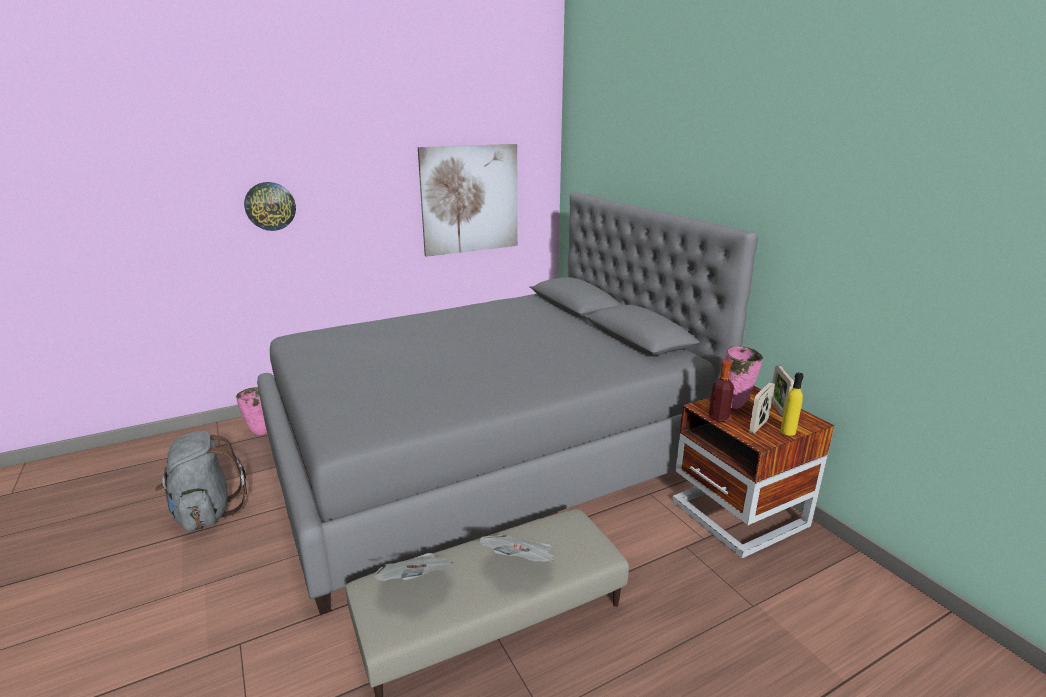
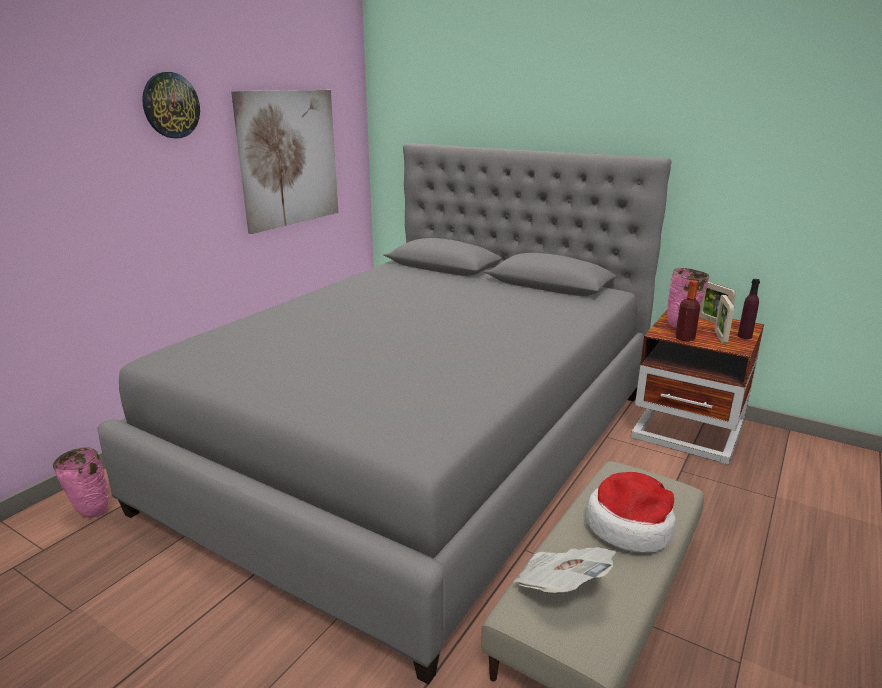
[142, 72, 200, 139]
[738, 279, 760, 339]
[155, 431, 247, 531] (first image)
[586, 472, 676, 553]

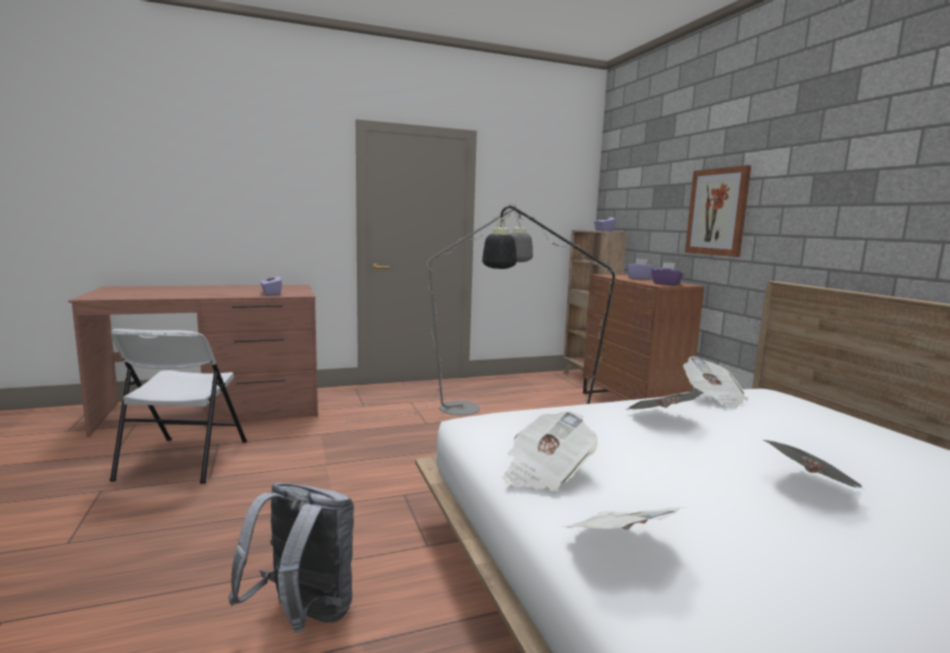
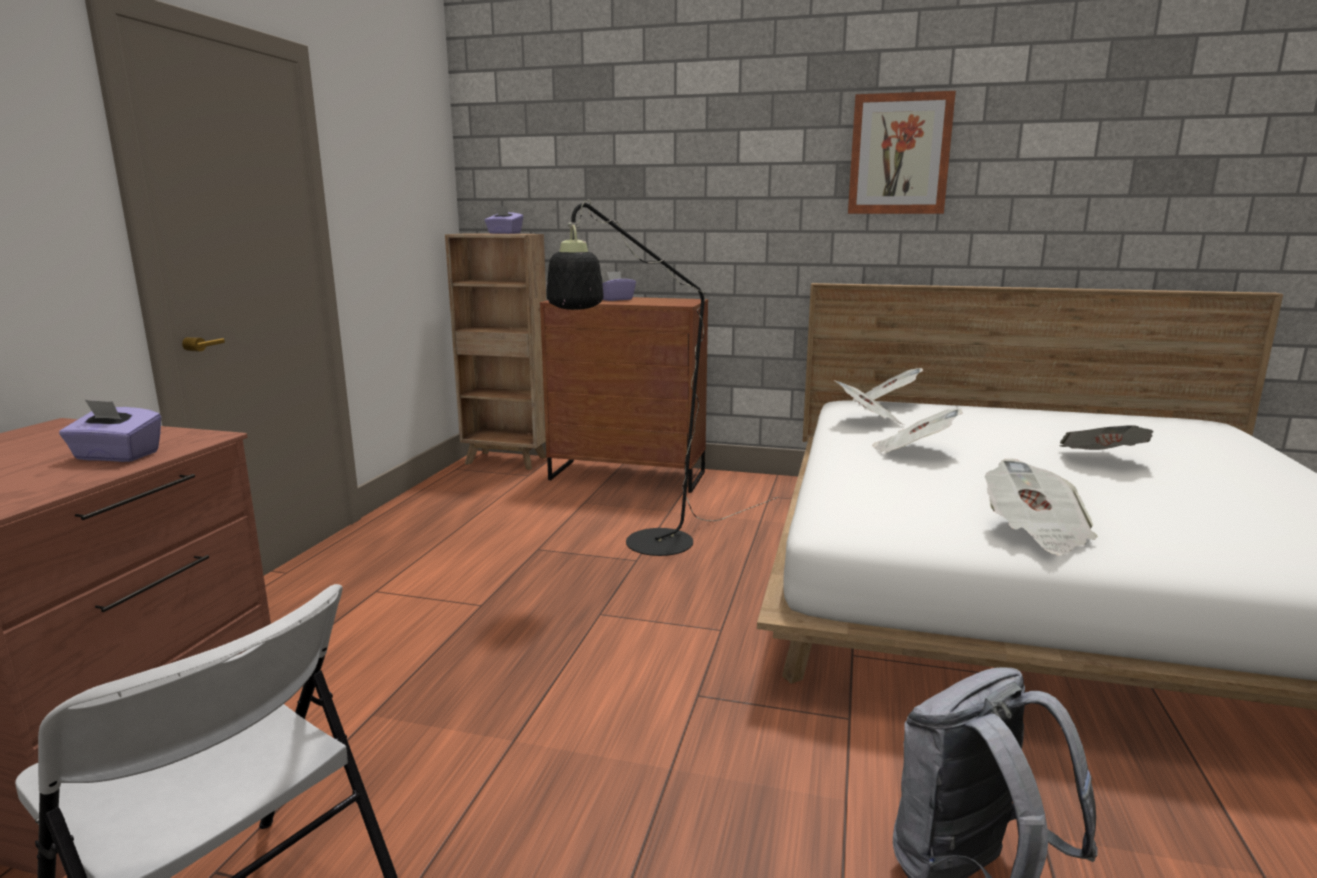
[848, 91, 956, 214]
[345, 208, 533, 422] (first image)
[652, 262, 683, 285] (first image)
[852, 368, 923, 402]

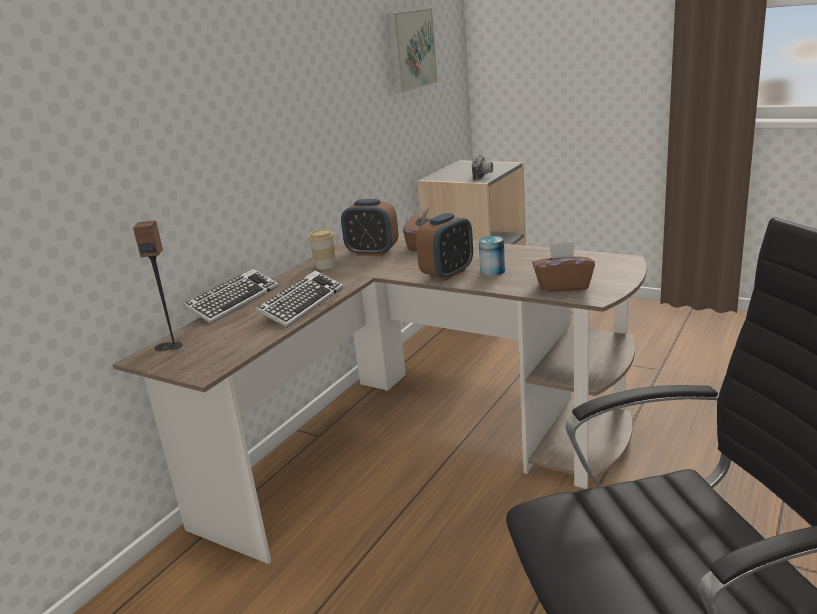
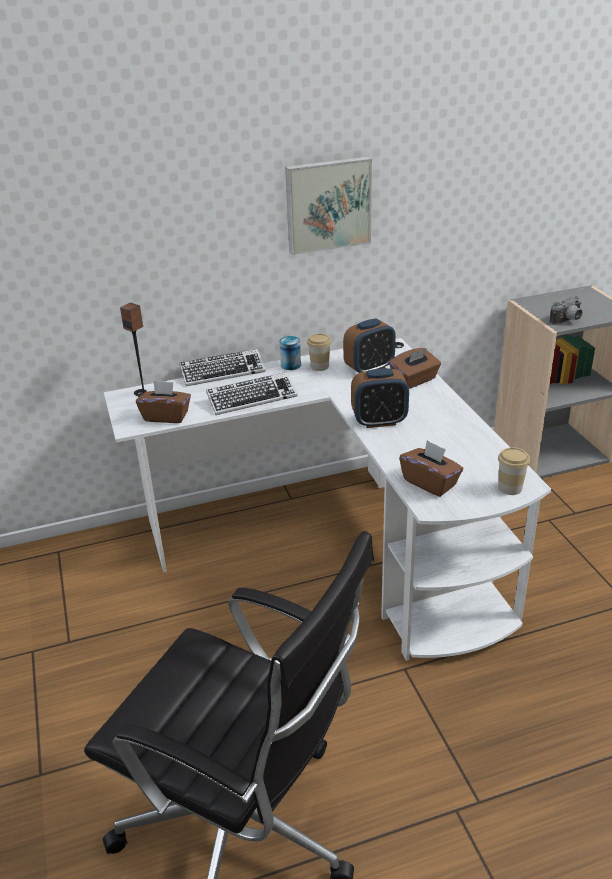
[285, 156, 372, 255]
[343, 319, 396, 373]
[104, 338, 551, 661]
[279, 336, 301, 370]
[136, 381, 191, 423]
[498, 447, 530, 495]

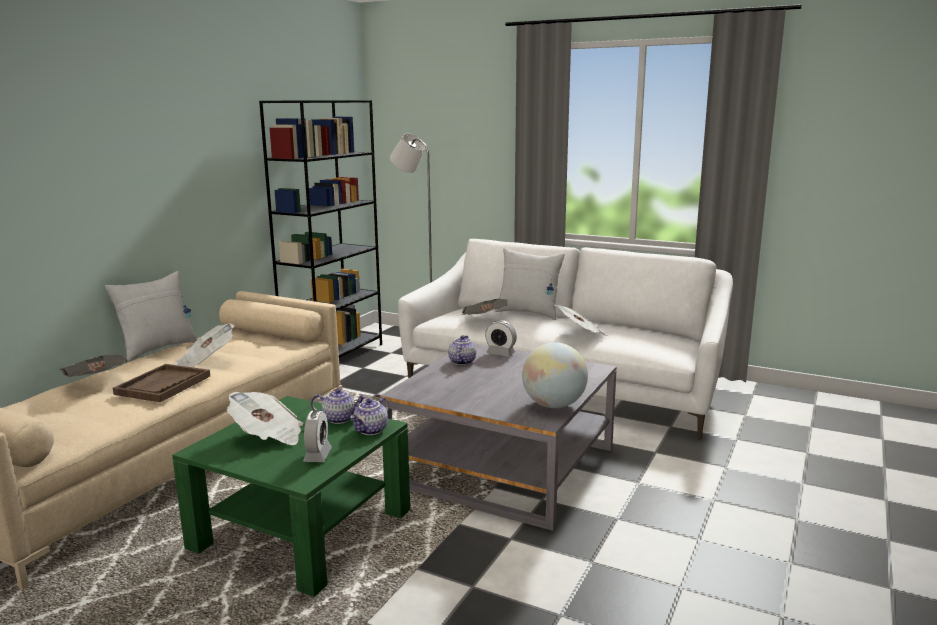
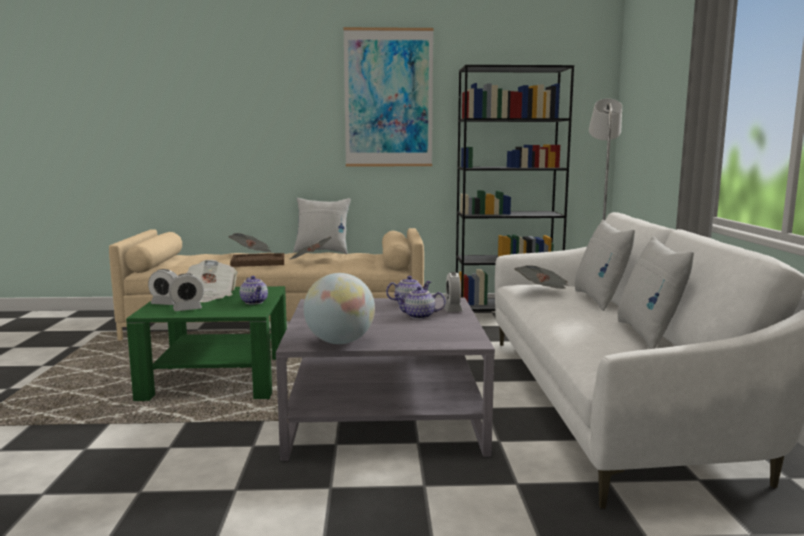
[555, 305, 607, 336] (first image)
[393, 286, 446, 319]
[343, 27, 433, 166]
[618, 236, 694, 349]
[148, 269, 177, 305]

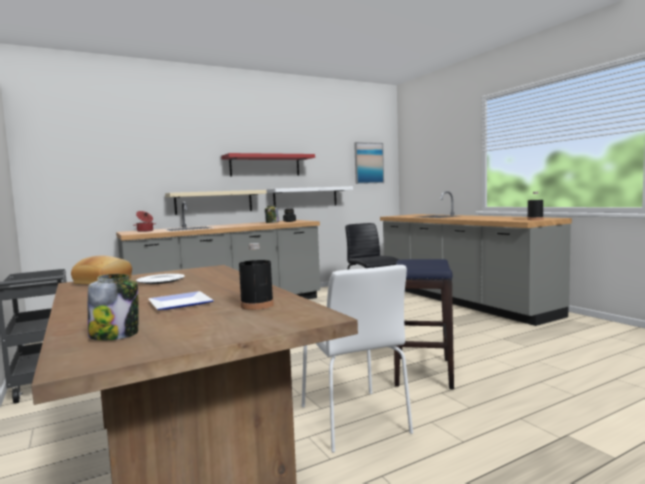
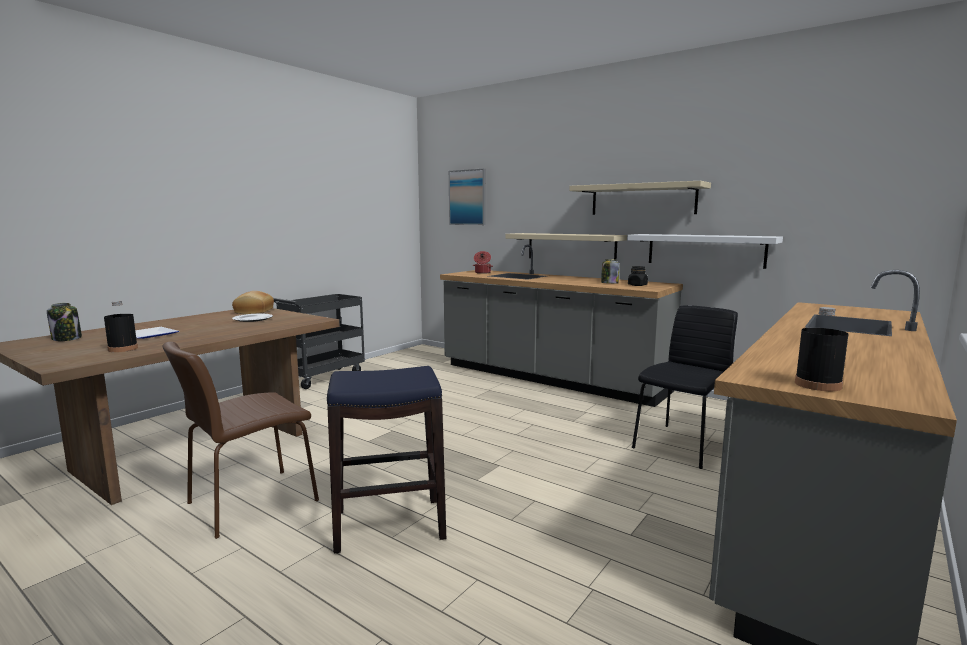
[449, 169, 486, 225]
[569, 181, 711, 215]
[163, 342, 319, 539]

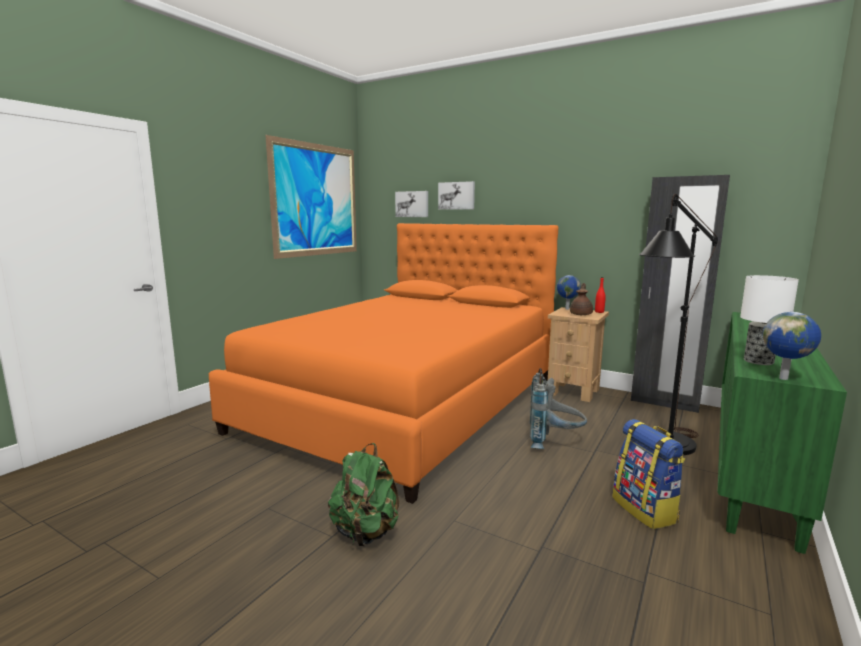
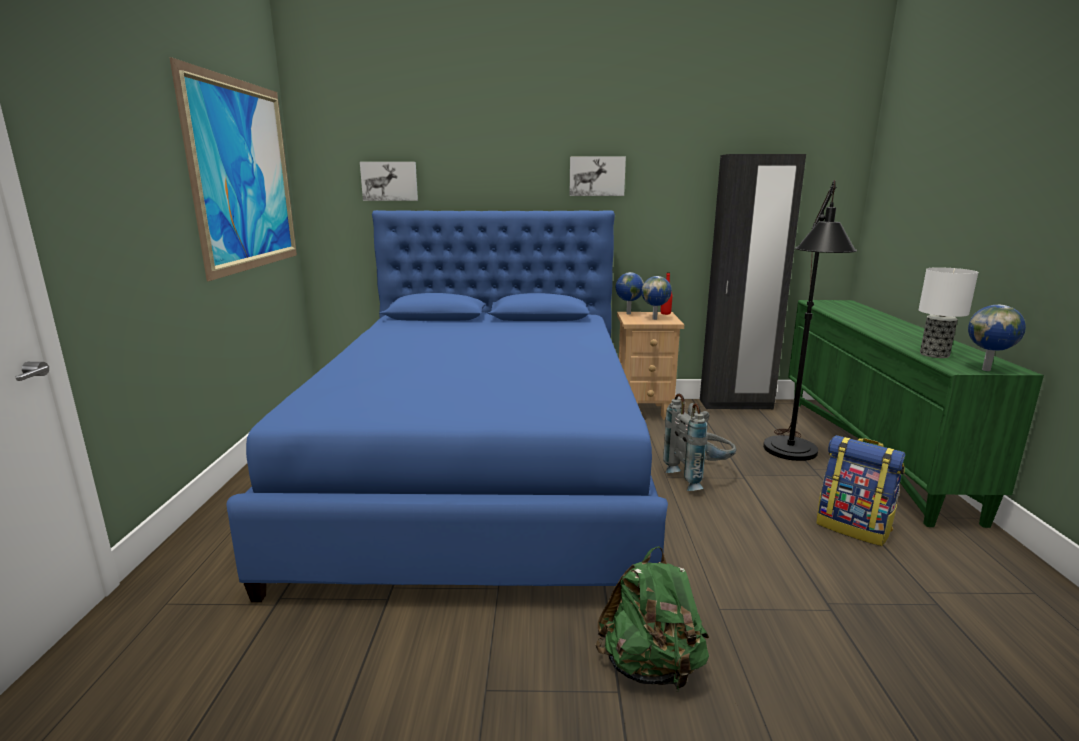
[569, 157, 626, 196]
[226, 210, 668, 602]
[641, 276, 672, 320]

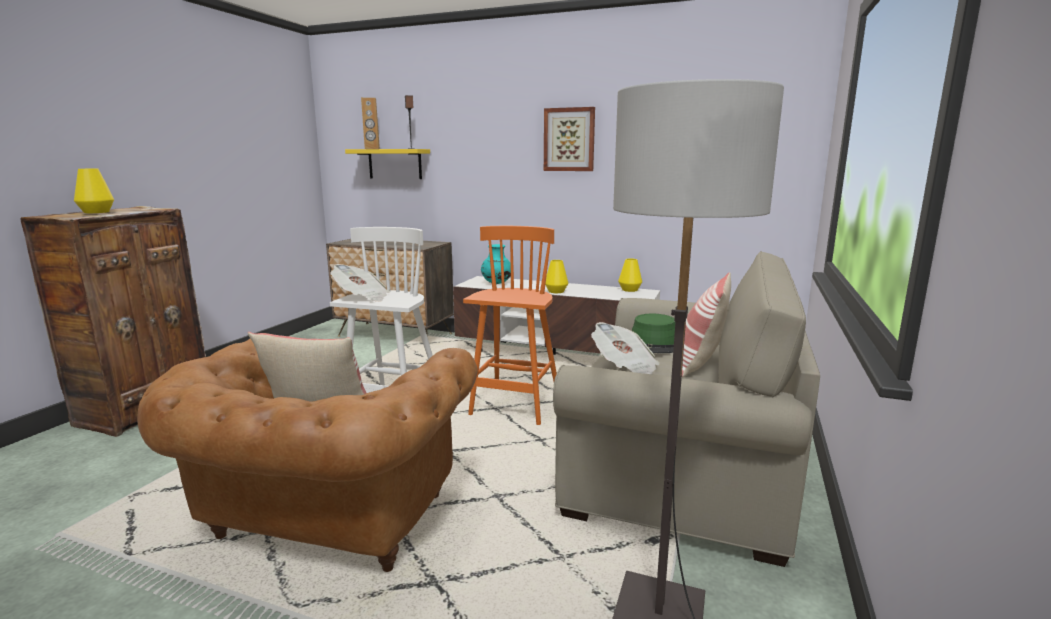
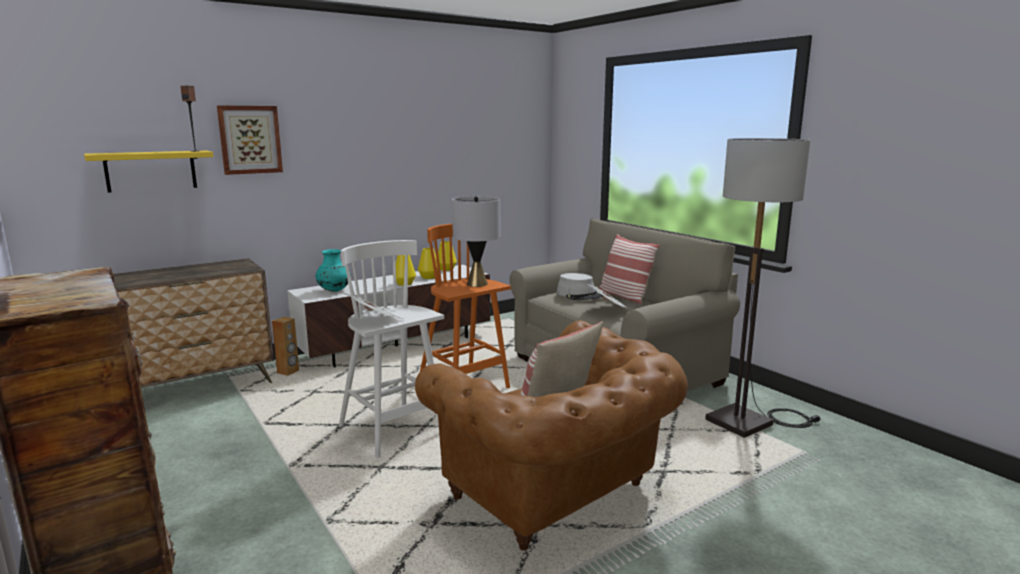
[272, 317, 299, 376]
[217, 105, 283, 175]
[418, 248, 438, 279]
[557, 273, 603, 300]
[452, 196, 500, 287]

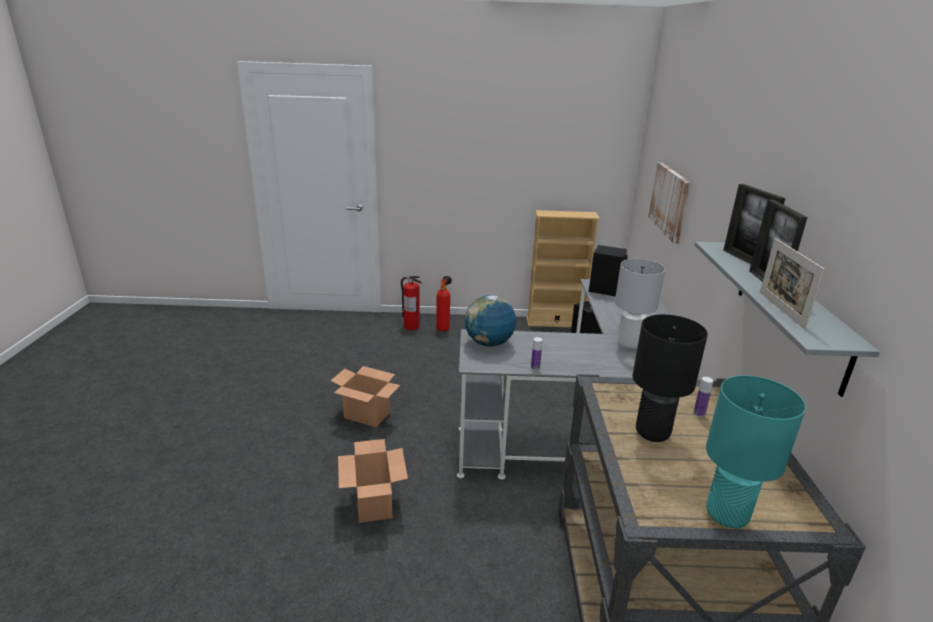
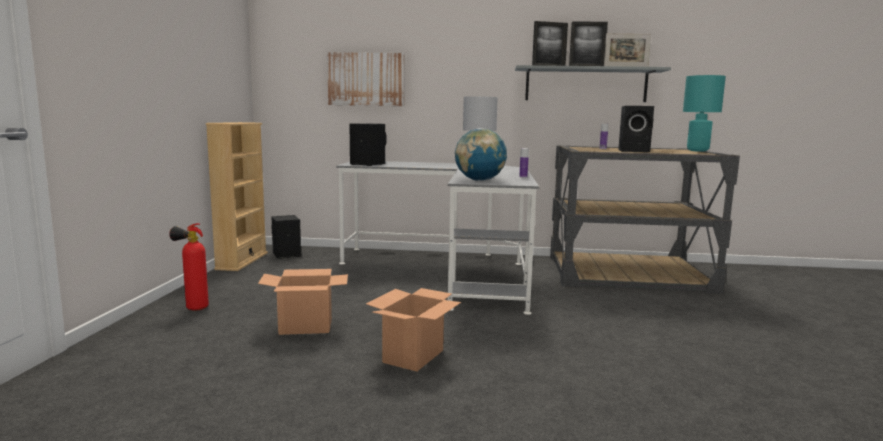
[401, 276, 422, 330] (first image)
[618, 106, 654, 153]
[258, 269, 348, 335]

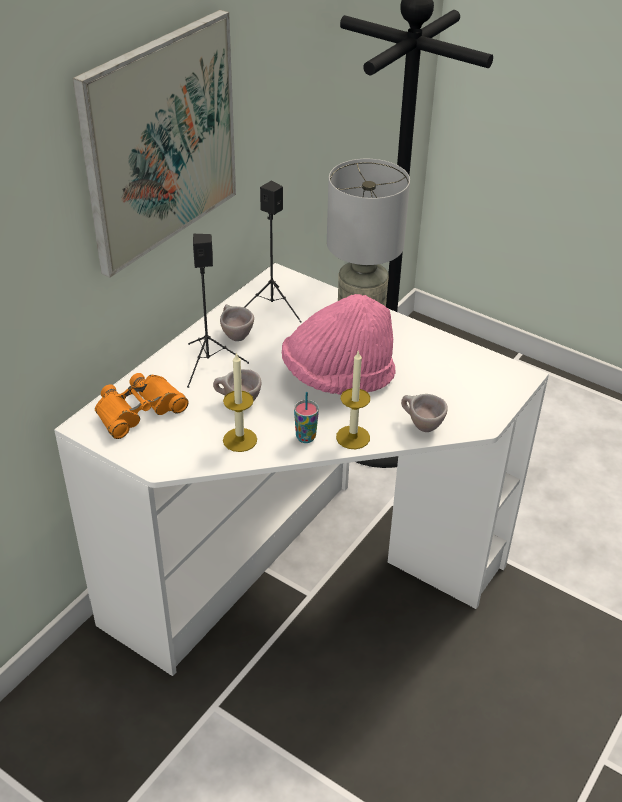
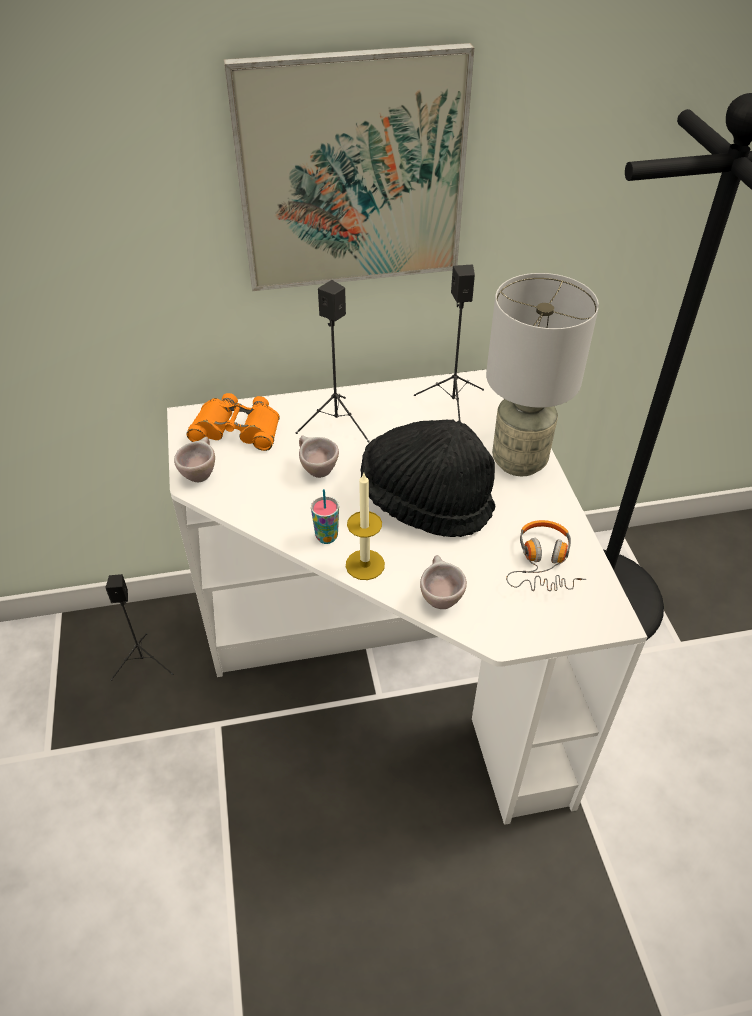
[360, 419, 495, 537]
[174, 437, 215, 482]
[223, 352, 257, 452] (first image)
[506, 520, 586, 591]
[105, 574, 173, 681]

